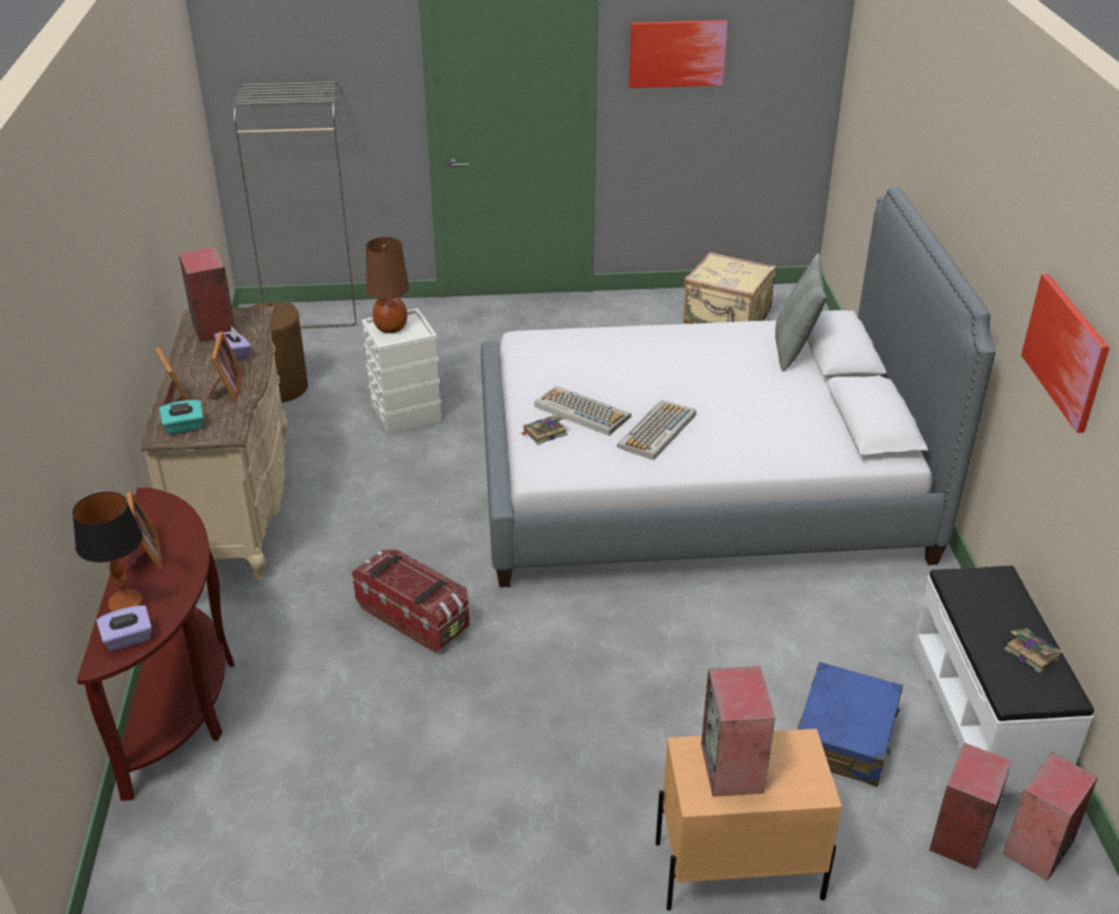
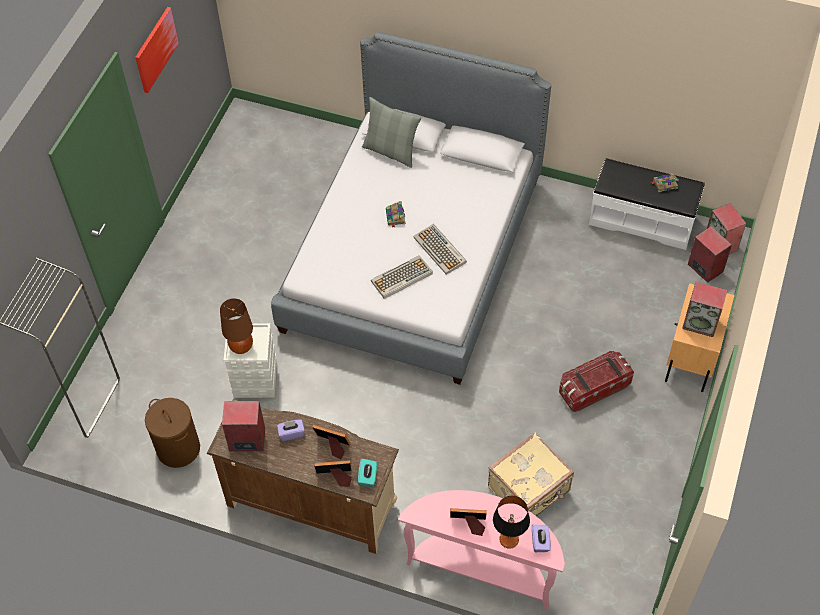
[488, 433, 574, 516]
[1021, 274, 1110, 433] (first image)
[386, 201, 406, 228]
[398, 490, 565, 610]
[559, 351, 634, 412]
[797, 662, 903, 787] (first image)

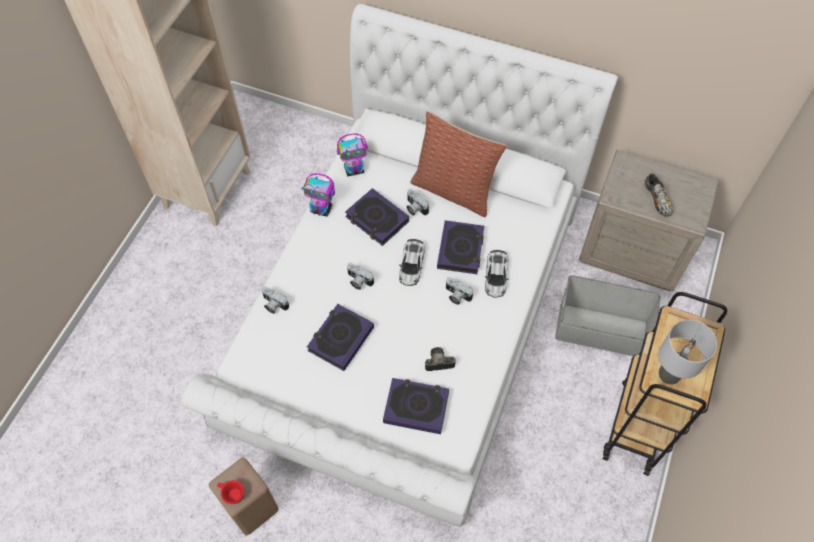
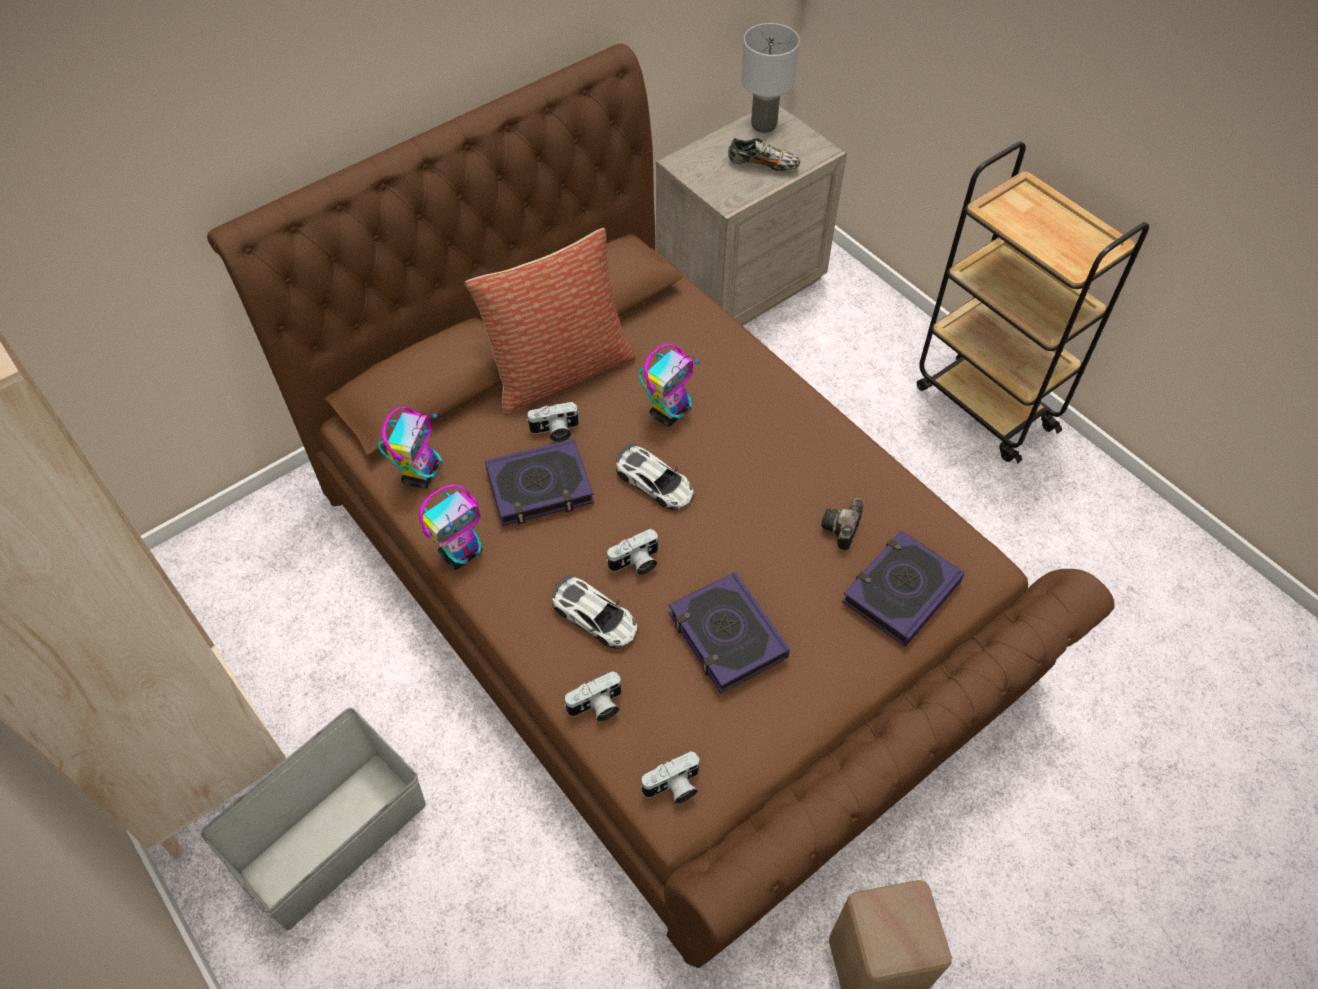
[207, 43, 1115, 968]
[639, 344, 699, 426]
[552, 575, 638, 649]
[200, 707, 426, 930]
[640, 751, 700, 804]
[741, 23, 799, 133]
[217, 480, 244, 504] (first image)

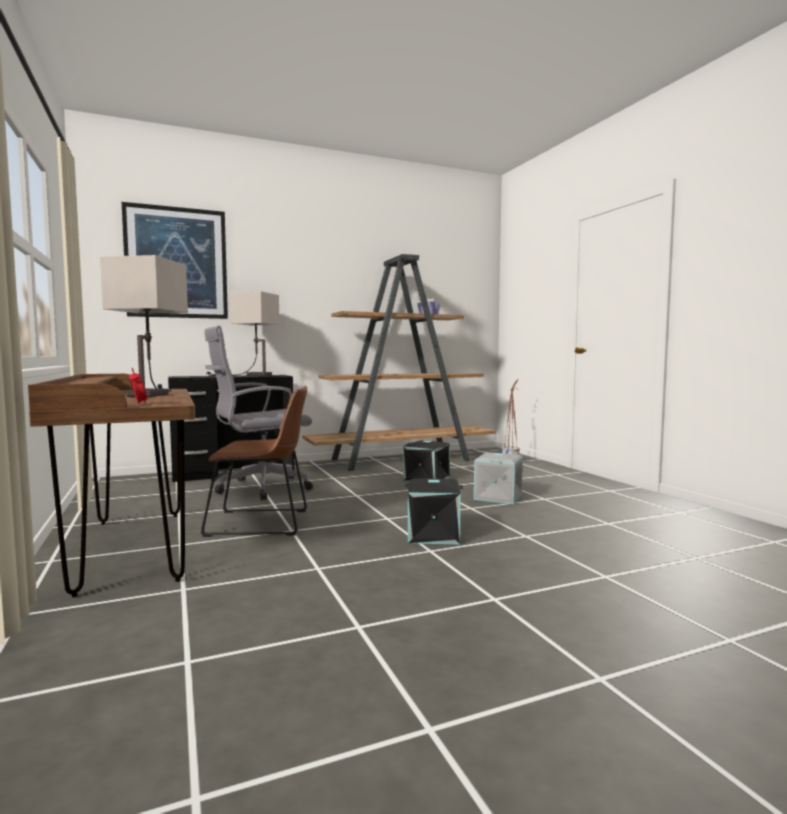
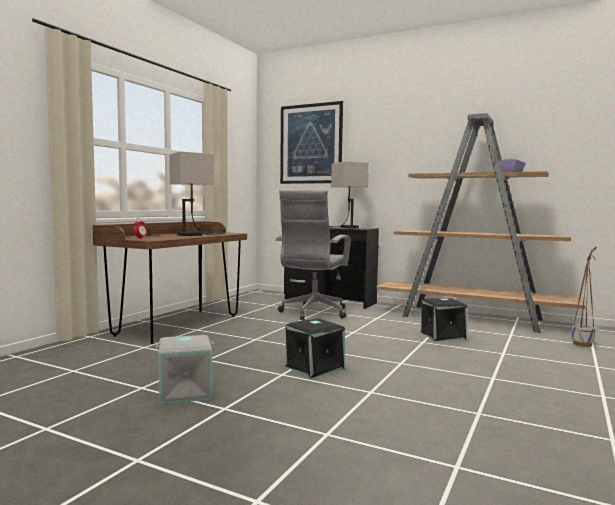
[275, 190, 351, 320]
[200, 386, 307, 537] (first image)
[156, 335, 214, 404]

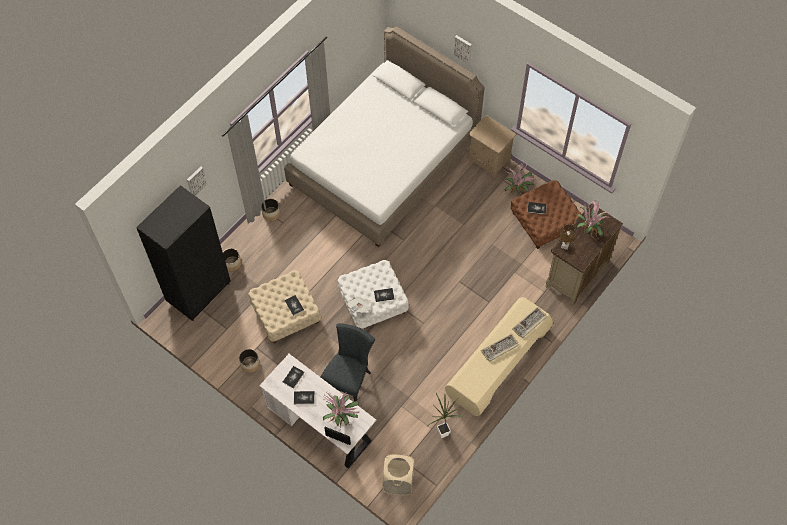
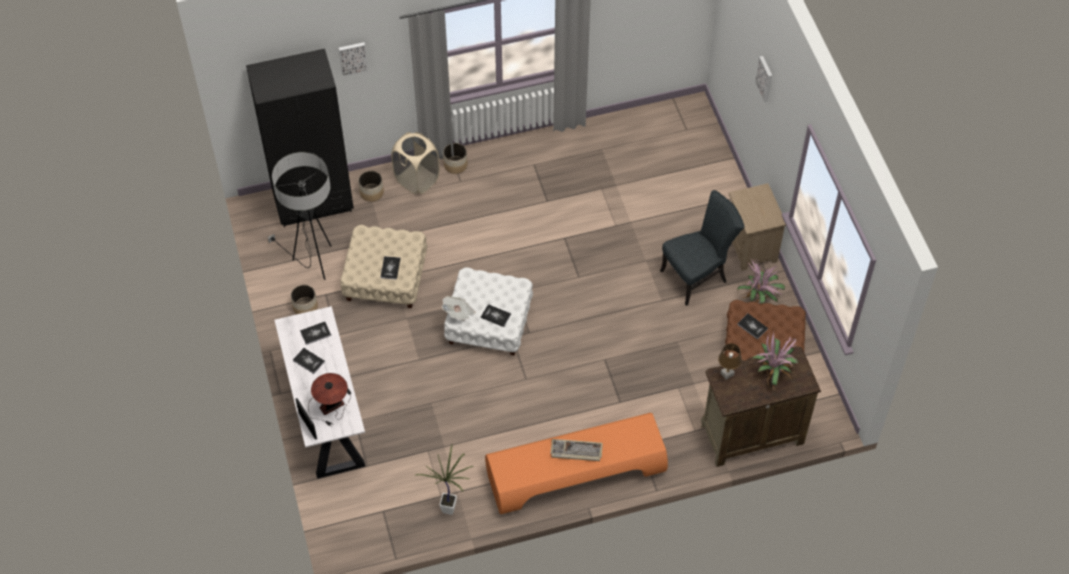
[284, 26, 485, 247] (first image)
[485, 413, 668, 514]
[512, 307, 547, 338] (first image)
[660, 190, 745, 306]
[308, 373, 351, 426]
[391, 132, 440, 194]
[267, 152, 331, 280]

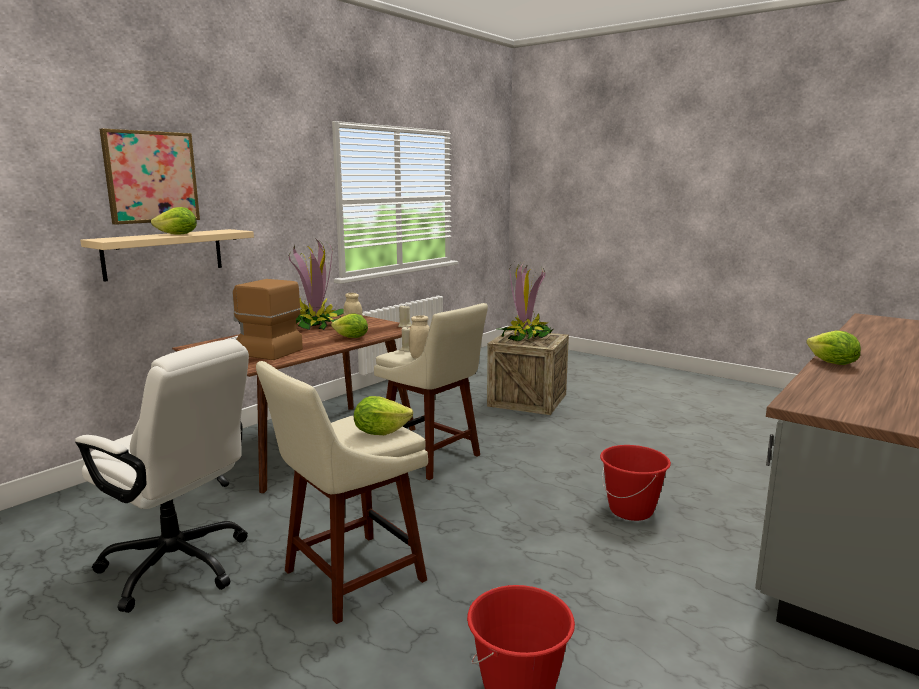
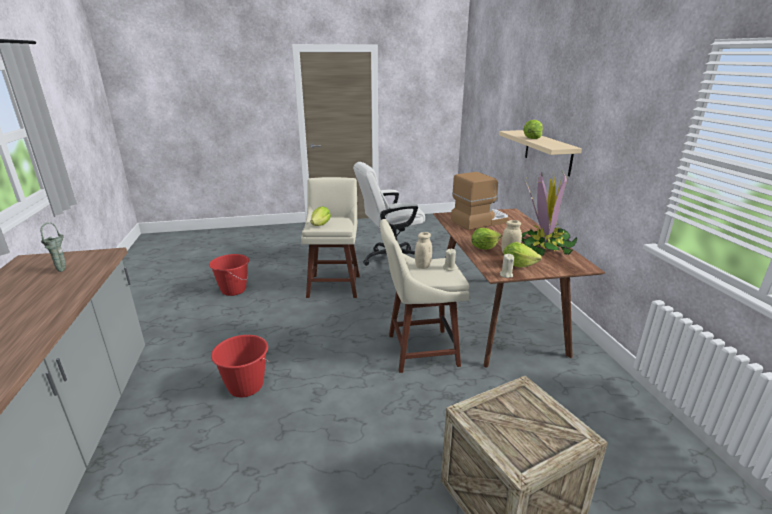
[100, 128, 200, 225] (first image)
[496, 262, 553, 341] (first image)
[503, 242, 542, 268]
[40, 223, 66, 272]

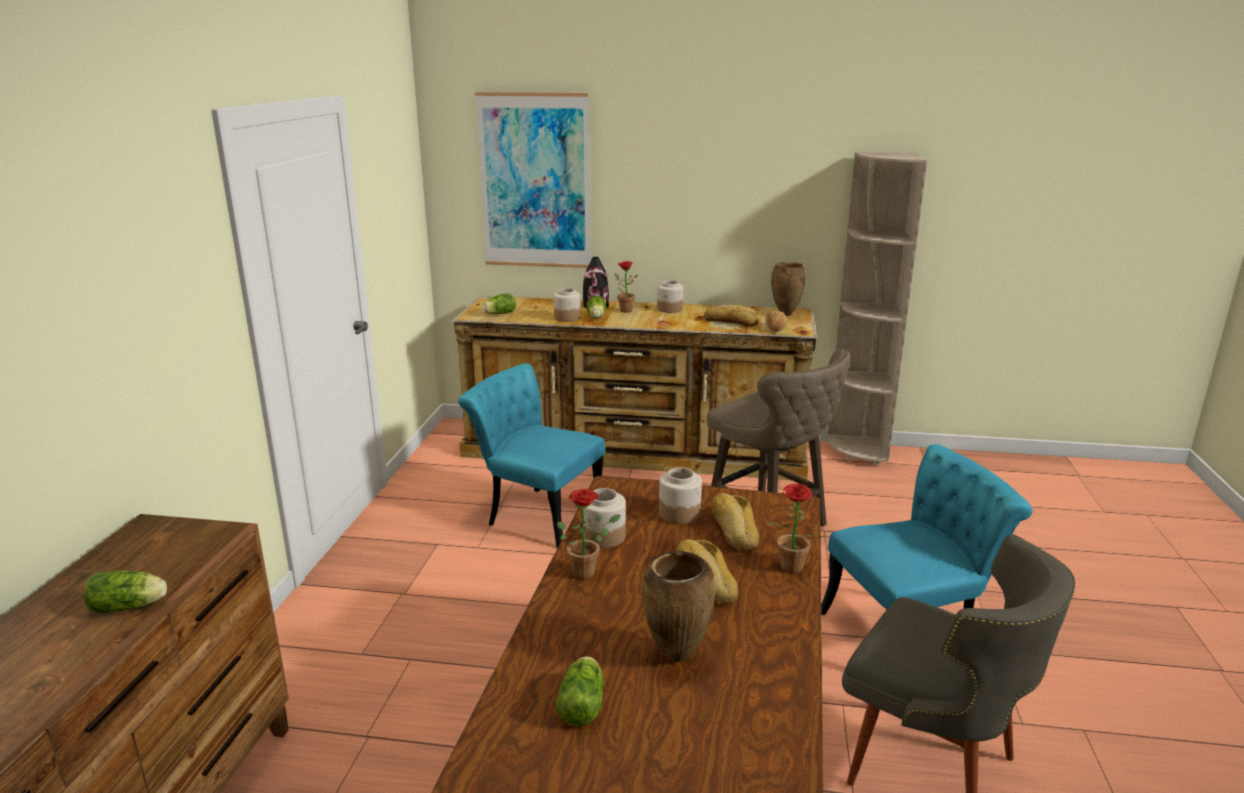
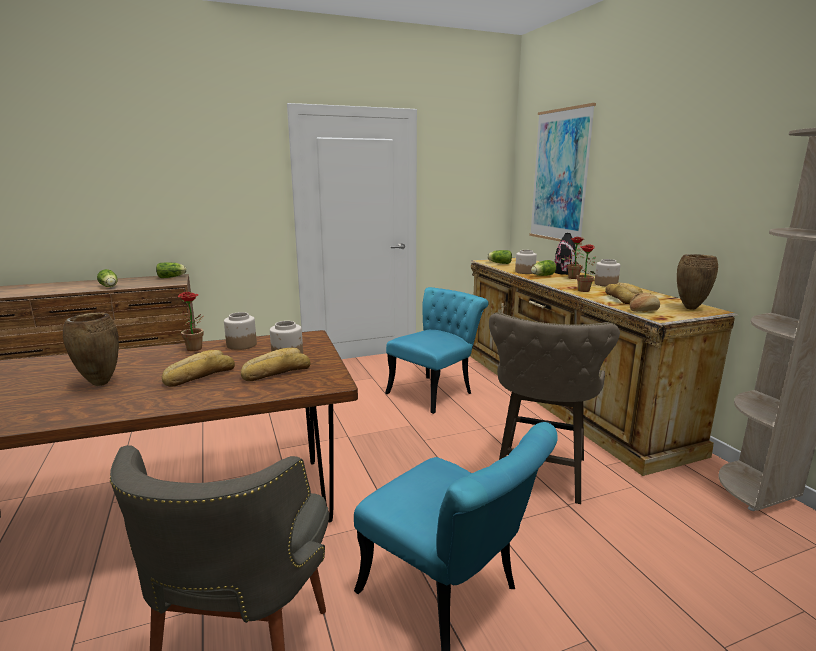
[385, 287, 489, 414]
[568, 245, 596, 292]
[156, 262, 187, 278]

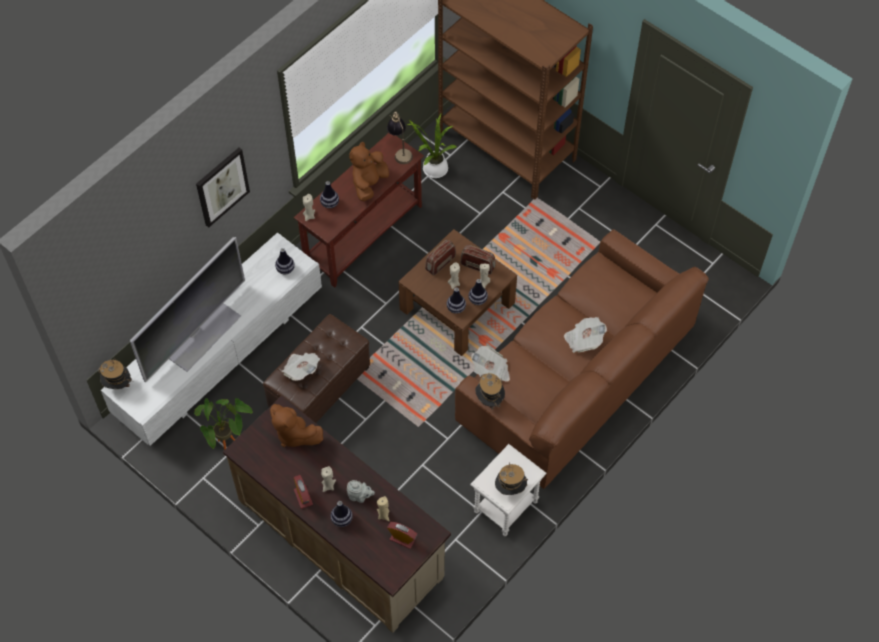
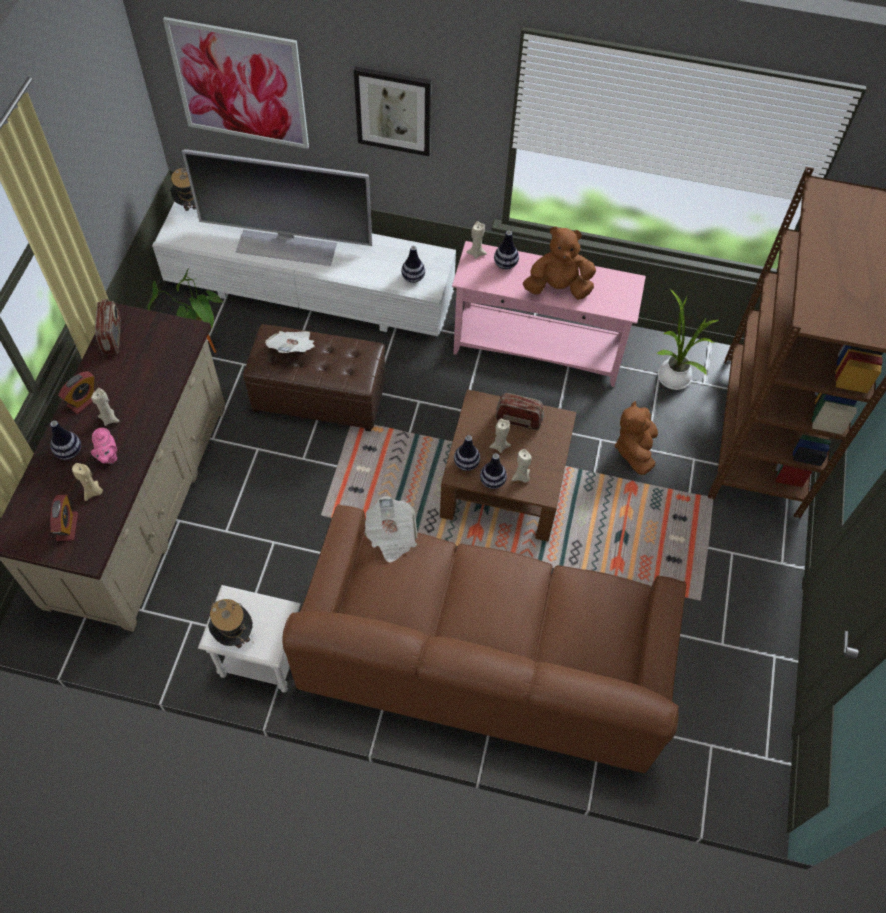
[387, 111, 413, 164] (first image)
[452, 241, 646, 387]
[95, 299, 121, 355]
[564, 317, 607, 353] (first image)
[475, 373, 505, 409] (first image)
[615, 401, 658, 475]
[91, 428, 117, 464]
[163, 17, 309, 149]

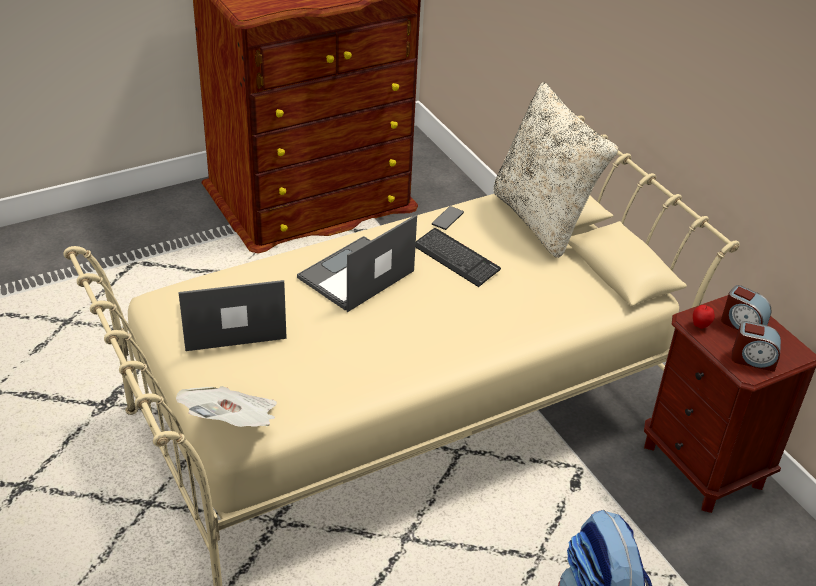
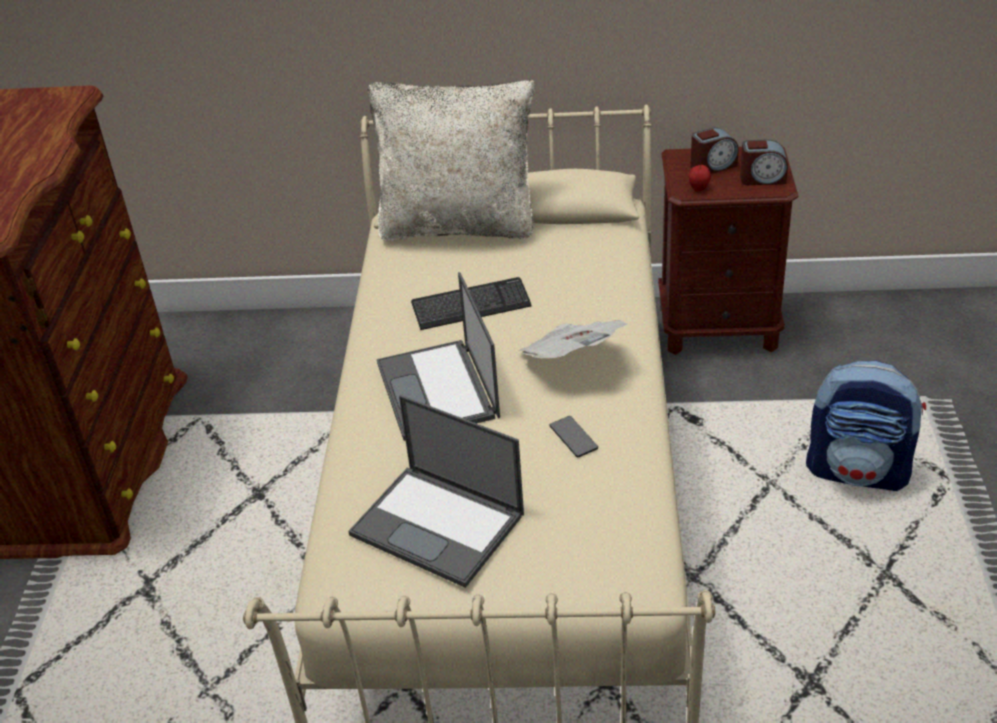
[550, 416, 598, 457]
[348, 395, 524, 588]
[740, 140, 788, 185]
[519, 320, 628, 359]

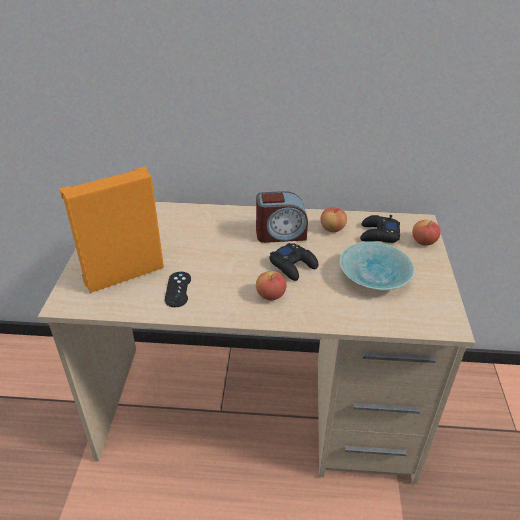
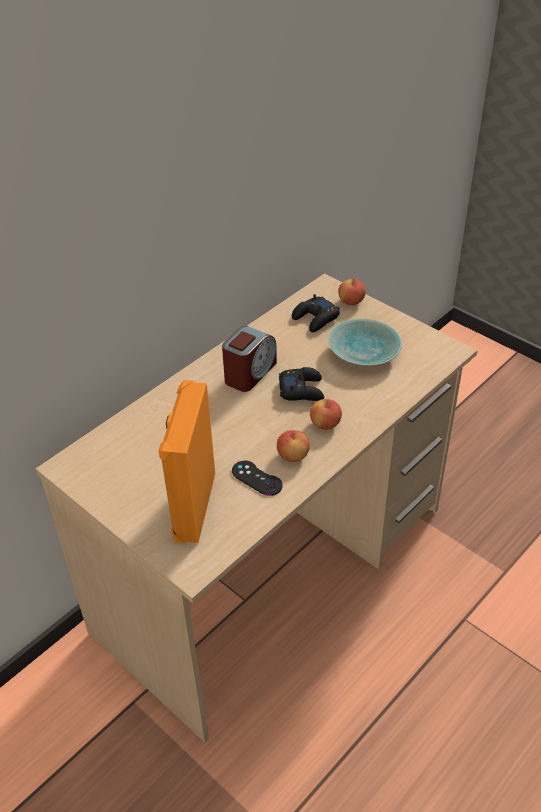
[277, 430, 310, 462]

